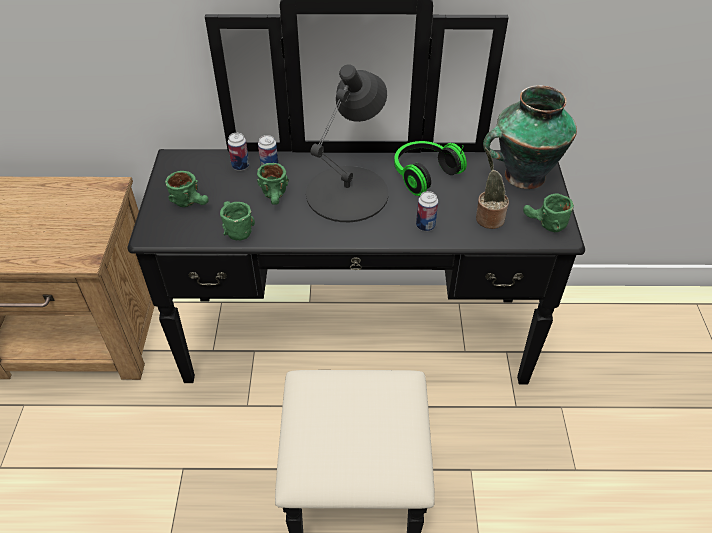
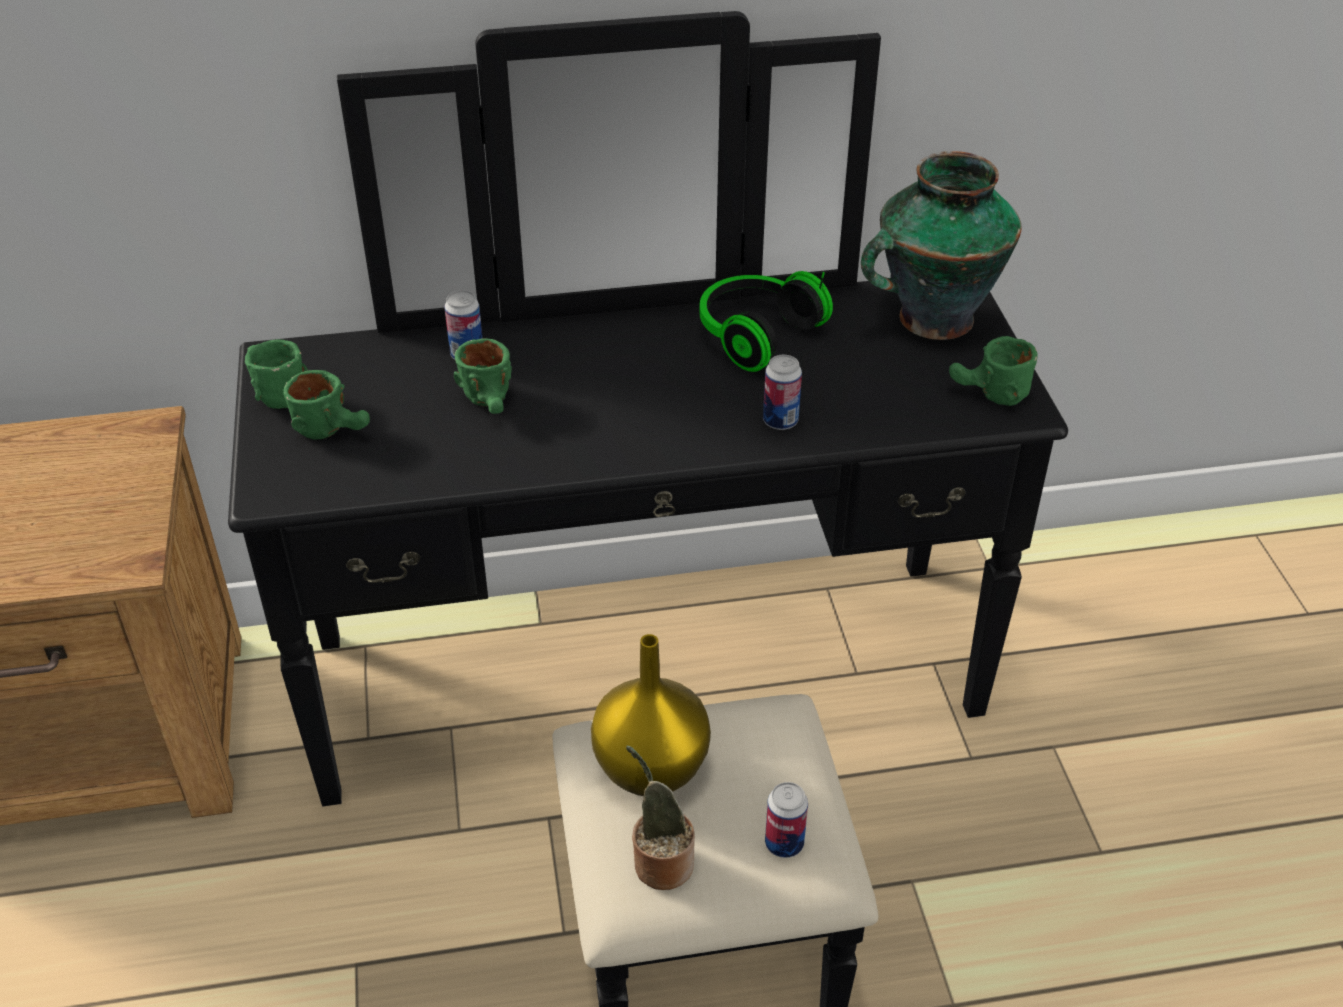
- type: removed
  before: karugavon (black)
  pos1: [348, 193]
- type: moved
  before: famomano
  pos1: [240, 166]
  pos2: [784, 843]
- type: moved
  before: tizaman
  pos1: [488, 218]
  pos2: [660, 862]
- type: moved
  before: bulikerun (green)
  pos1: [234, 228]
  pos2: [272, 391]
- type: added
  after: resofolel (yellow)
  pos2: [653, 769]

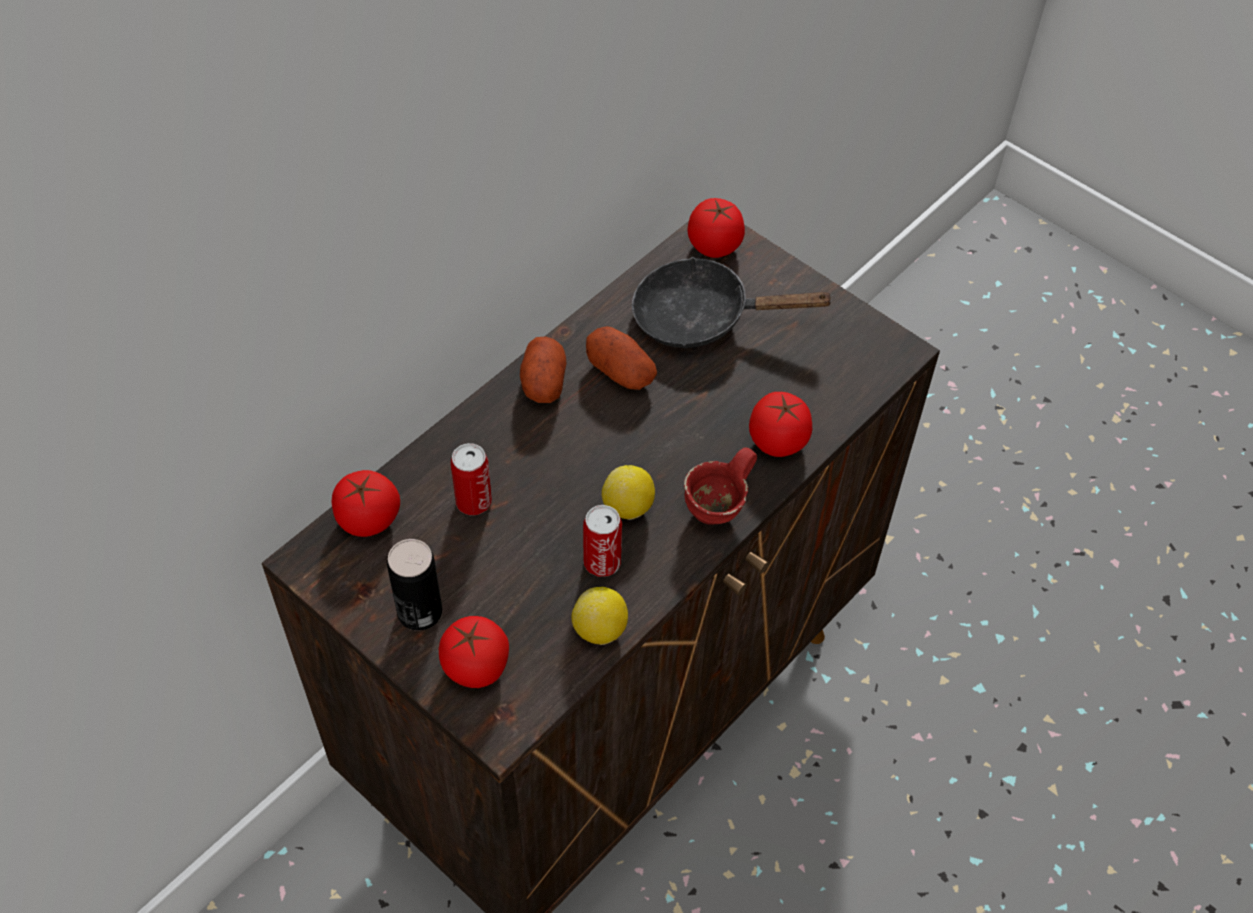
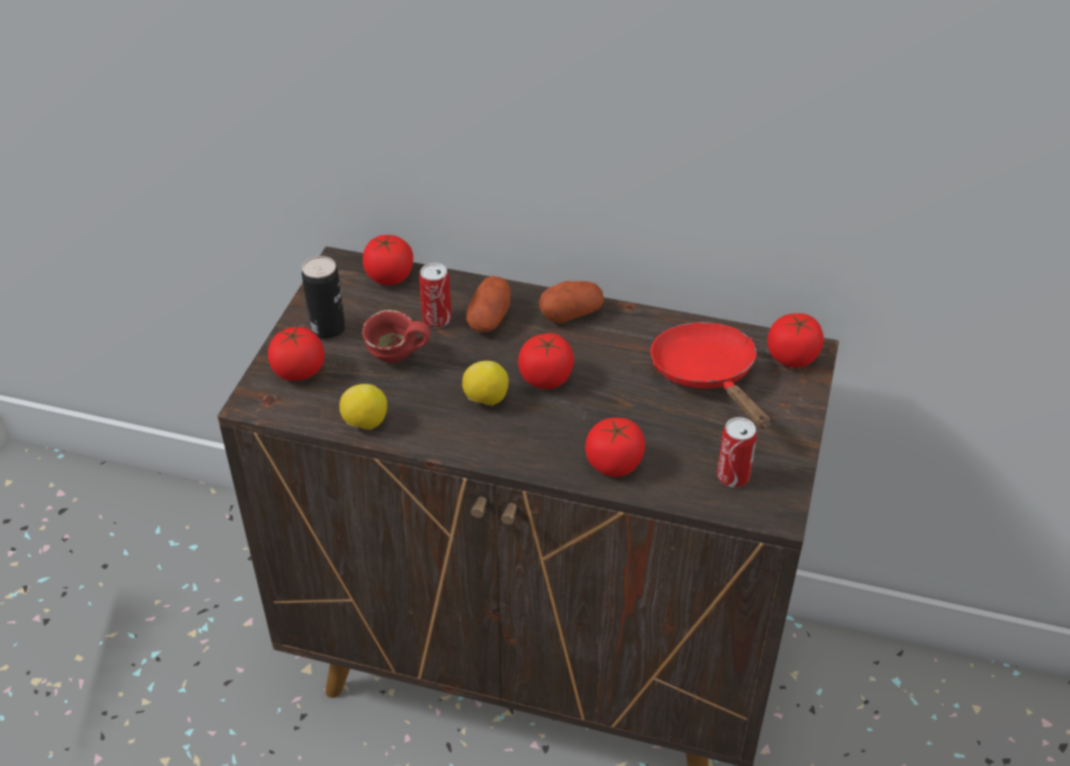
- type: recoloured
  before: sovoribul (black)
  after: sovoribul (red)
  pos1: [702, 317]
  pos2: [707, 376]
- type: moved
  before: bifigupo
  pos1: [621, 371]
  pos2: [489, 318]
- type: moved
  before: bulikerun (red)
  pos1: [719, 511]
  pos2: [395, 360]
- type: moved
  before: famomano
  pos1: [602, 562]
  pos2: [733, 476]
- type: added
  after: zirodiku
  pos2: [546, 378]

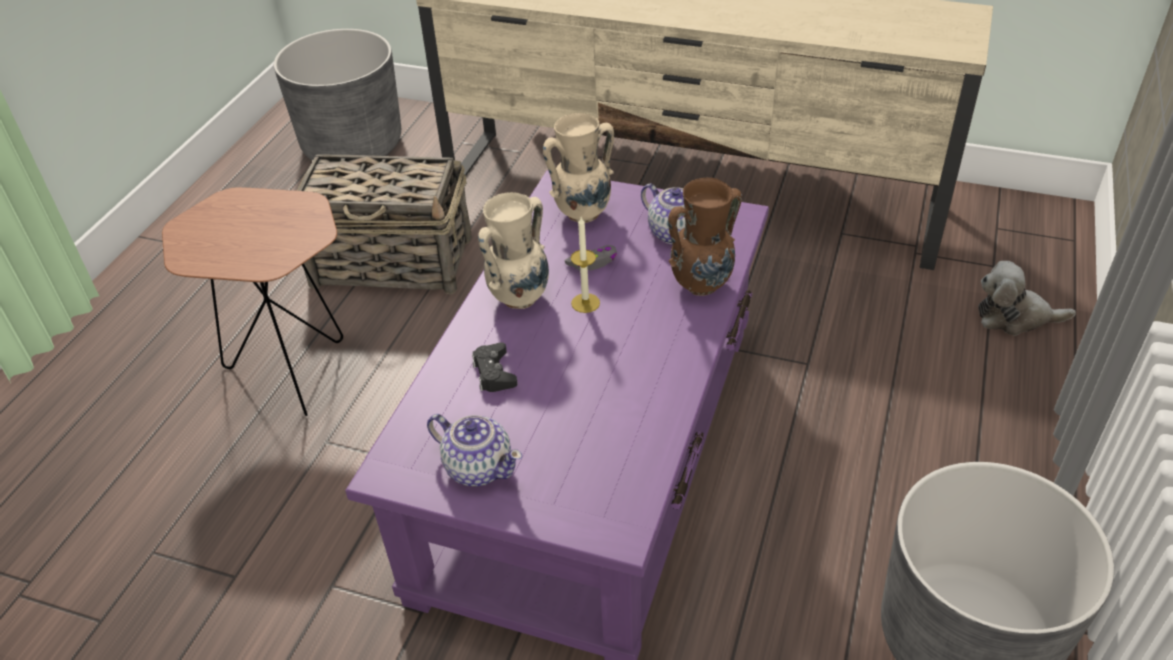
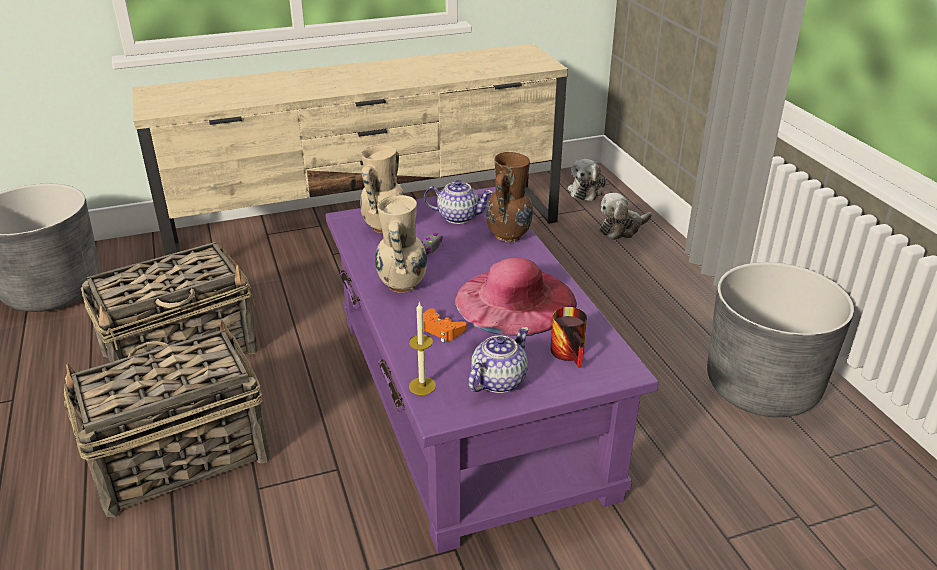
- type: replaced
  before: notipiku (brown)
  after: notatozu
  pos1: [296, 374]
  pos2: [178, 458]
- type: moved
  before: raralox
  pos1: [585, 303]
  pos2: [422, 386]
- type: recoloured
  before: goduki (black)
  after: goduki (orange)
  pos1: [494, 373]
  pos2: [440, 330]
- type: turned
  before: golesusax
  pos1: [478, 467]
  pos2: [497, 381]
  turn: -45
- type: added
  after: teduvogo
  pos2: [586, 191]
- type: added
  after: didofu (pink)
  pos2: [515, 300]
- type: added
  after: bulikerun
  pos2: [572, 353]

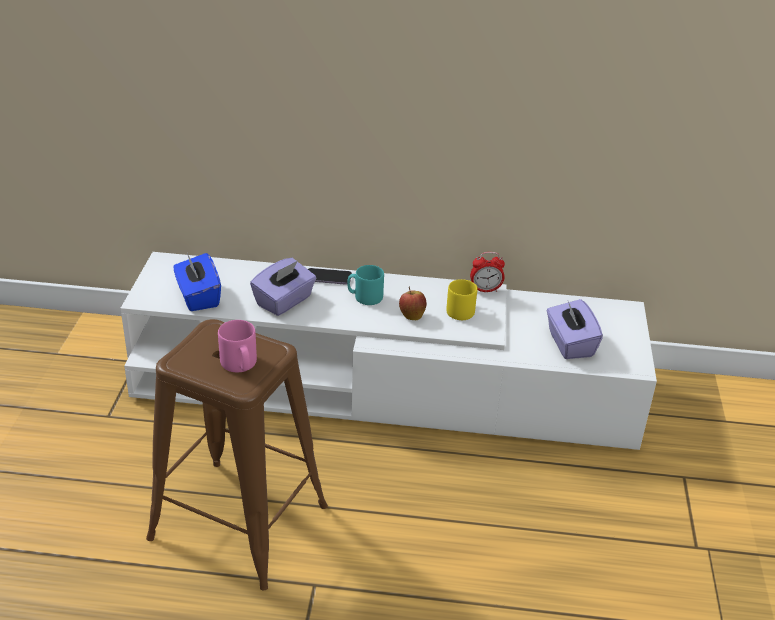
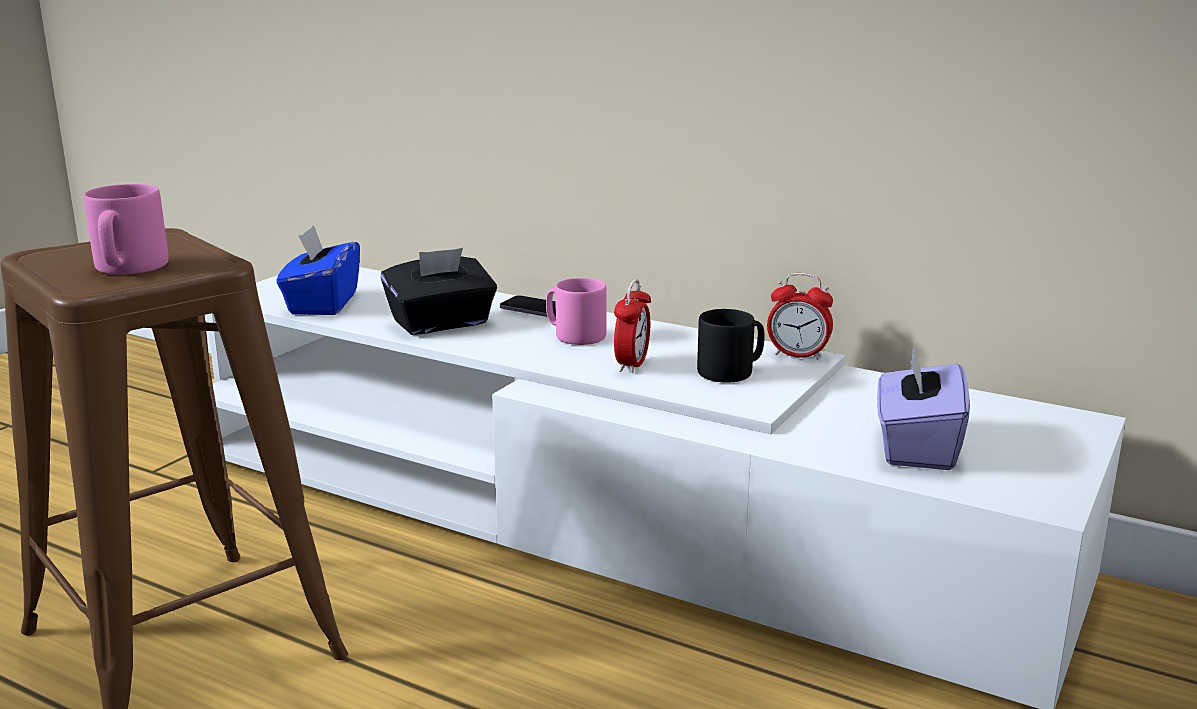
- type: recoloured
  before: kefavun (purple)
  after: kefavun (black)
  pos1: [284, 301]
  pos2: [441, 323]
- type: recoloured
  before: bulikerun (turquoise)
  after: bulikerun (pink)
  pos1: [365, 297]
  pos2: [575, 336]
- type: recoloured
  before: bulikerun (yellow)
  after: bulikerun (black)
  pos1: [463, 311]
  pos2: [731, 372]
- type: replaced
  before: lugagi
  after: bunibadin
  pos1: [412, 316]
  pos2: [632, 365]

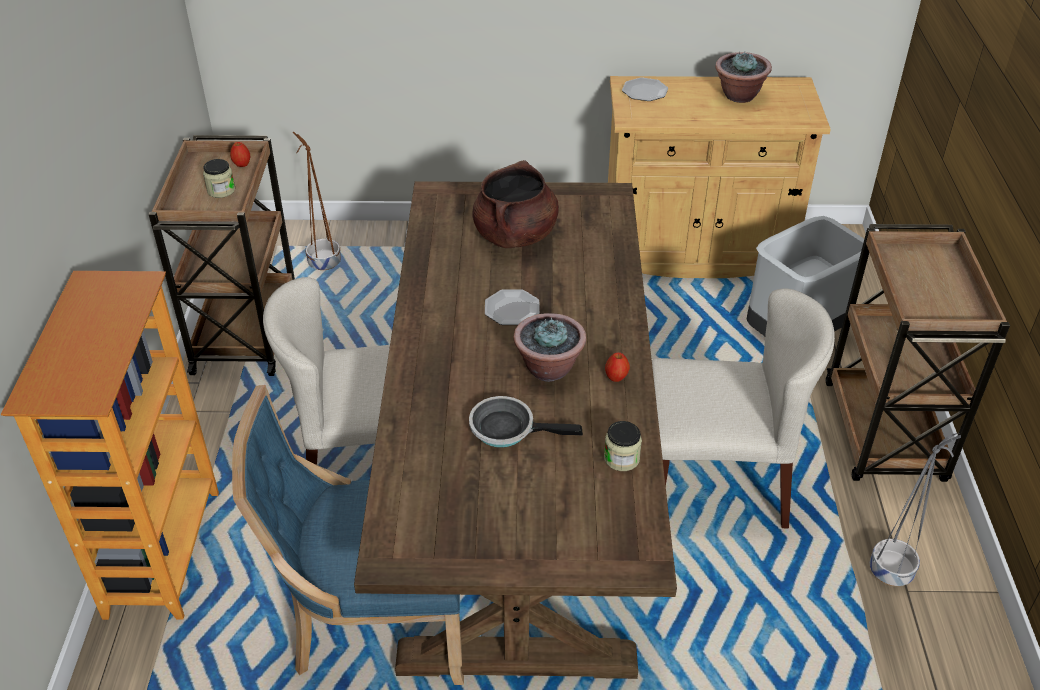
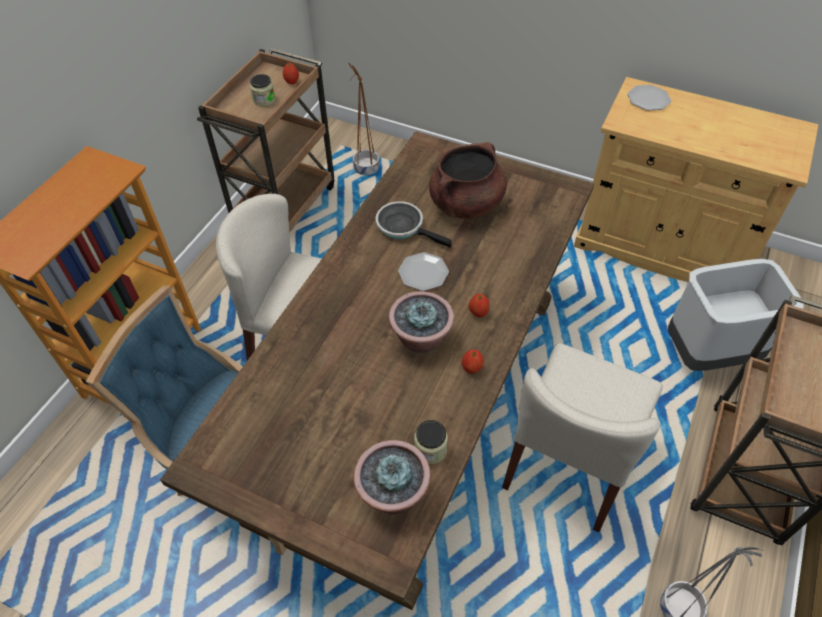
- type: moved
  before: tizaman
  pos1: [739, 95]
  pos2: [393, 494]
- type: turned
  before: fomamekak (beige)
  pos1: [717, 482]
  pos2: [569, 463]
  turn: 90
- type: moved
  before: sovoribul
  pos1: [508, 429]
  pos2: [403, 227]
- type: added
  after: lugagi
  pos2: [478, 312]

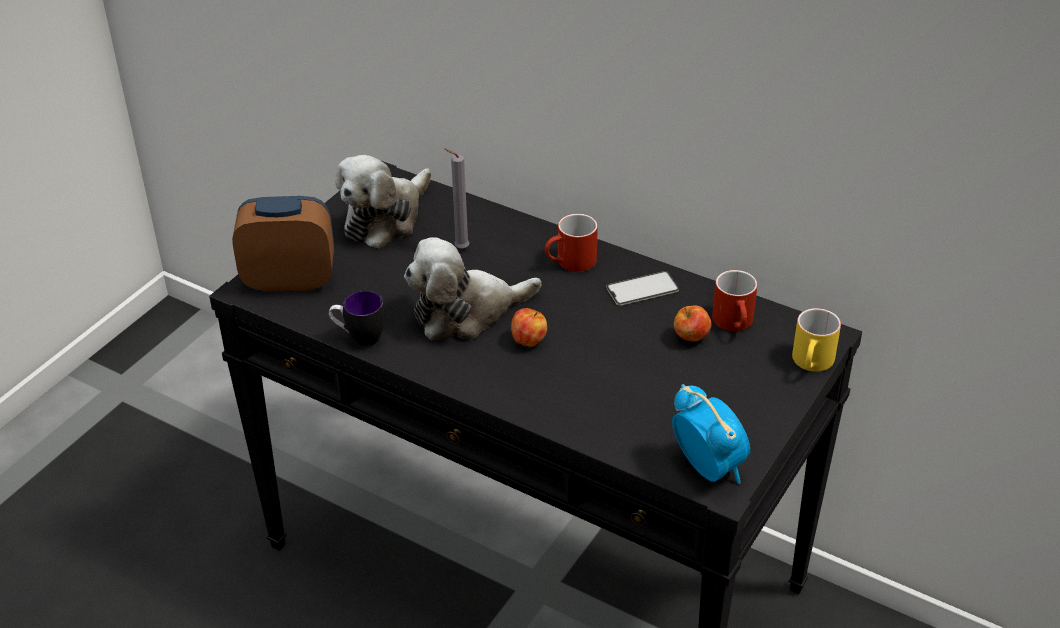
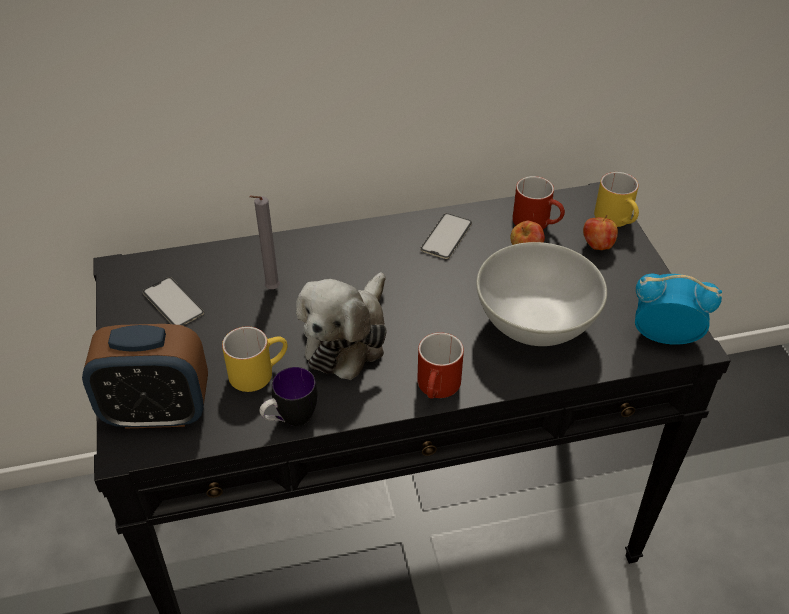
- type: replaced
  before: teduvogo
  after: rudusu
  pos1: [386, 218]
  pos2: [173, 303]
- type: turned
  before: bunibadin
  pos1: [290, 280]
  pos2: [157, 412]
  turn: -135
- type: moved
  before: bulikerun (red)
  pos1: [570, 263]
  pos2: [438, 389]
- type: moved
  before: lugagi
  pos1: [529, 341]
  pos2: [597, 245]
- type: added
  after: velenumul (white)
  pos2: [535, 325]
- type: added
  after: bulikerun (yellow)
  pos2: [258, 371]

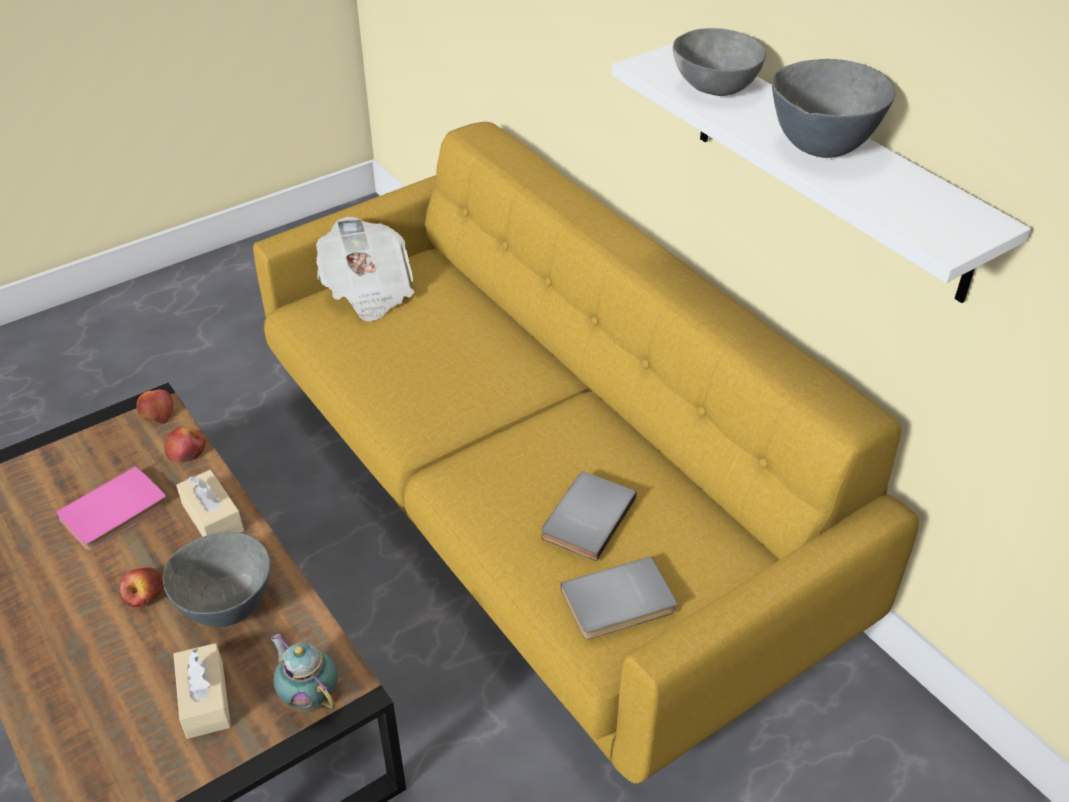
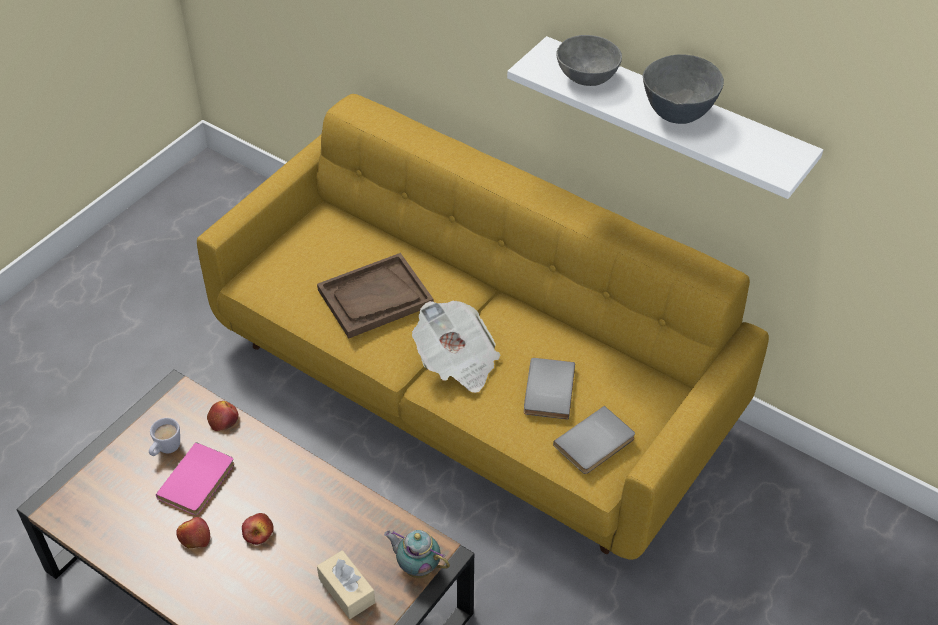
- type: moved
  before: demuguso
  pos1: [368, 291]
  pos2: [457, 361]
- type: moved
  before: lugagi
  pos1: [156, 412]
  pos2: [194, 537]
- type: removed
  before: kefavun (beige)
  pos1: [212, 517]
- type: removed
  before: velenumul (grey)
  pos1: [227, 609]
- type: added
  after: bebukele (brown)
  pos2: [375, 298]
- type: added
  after: bulikerun (white)
  pos2: [165, 449]

